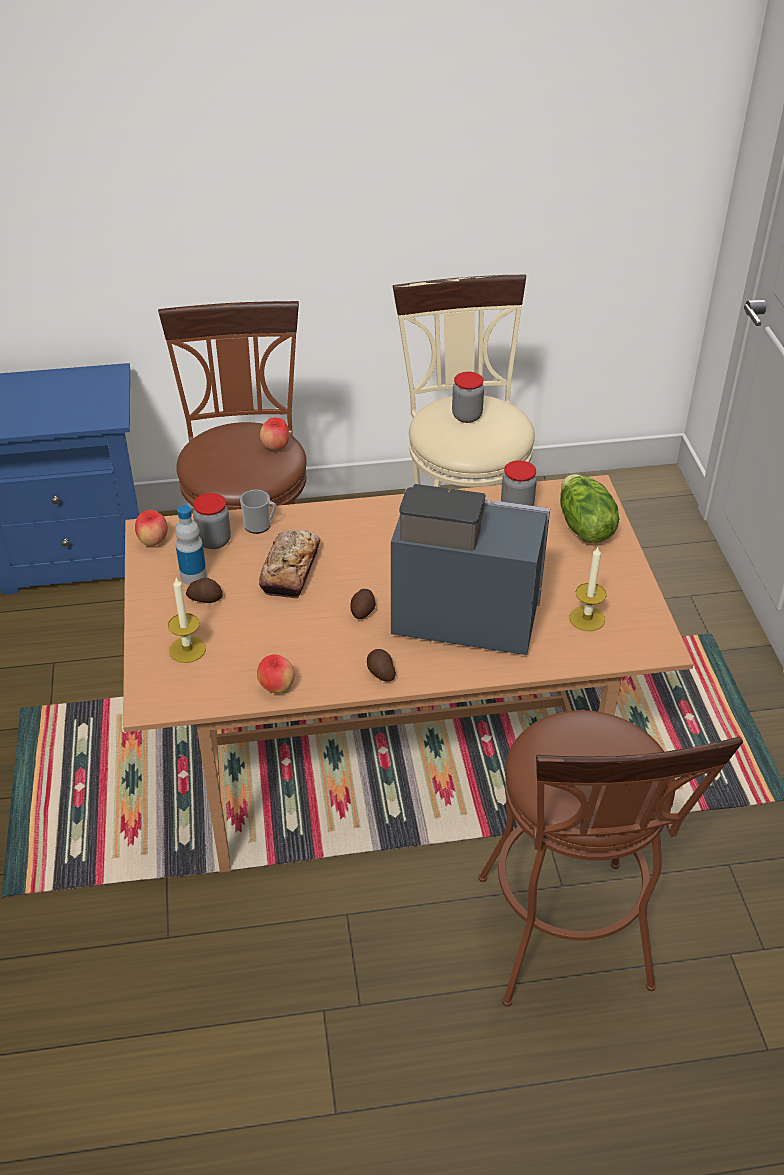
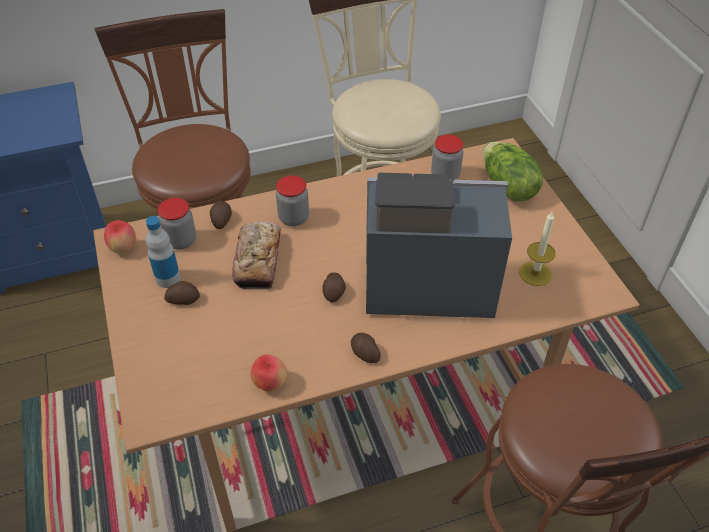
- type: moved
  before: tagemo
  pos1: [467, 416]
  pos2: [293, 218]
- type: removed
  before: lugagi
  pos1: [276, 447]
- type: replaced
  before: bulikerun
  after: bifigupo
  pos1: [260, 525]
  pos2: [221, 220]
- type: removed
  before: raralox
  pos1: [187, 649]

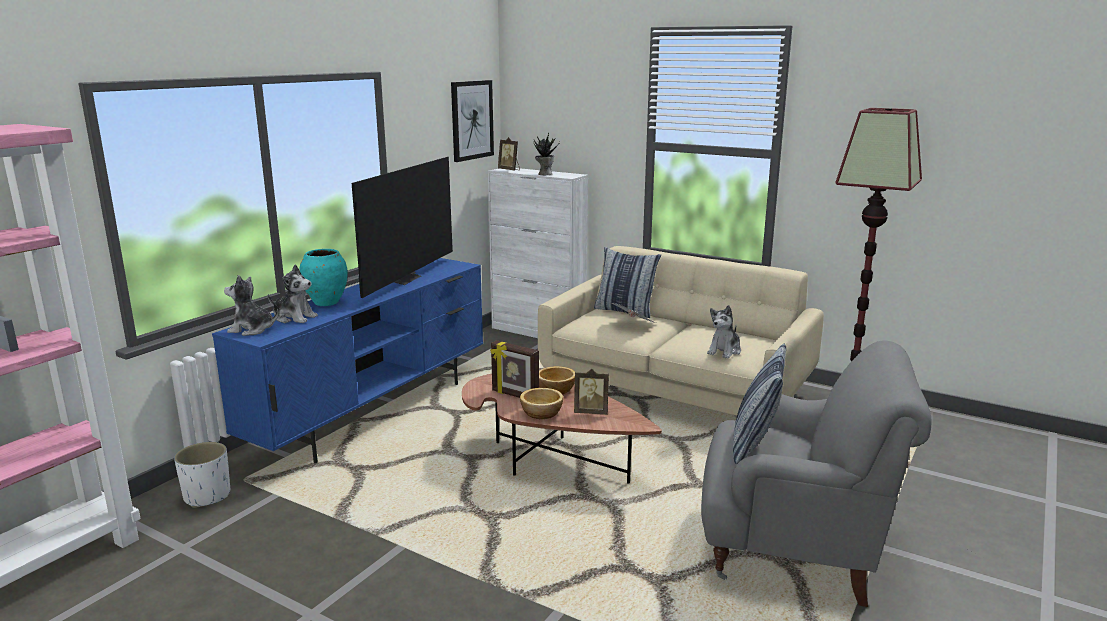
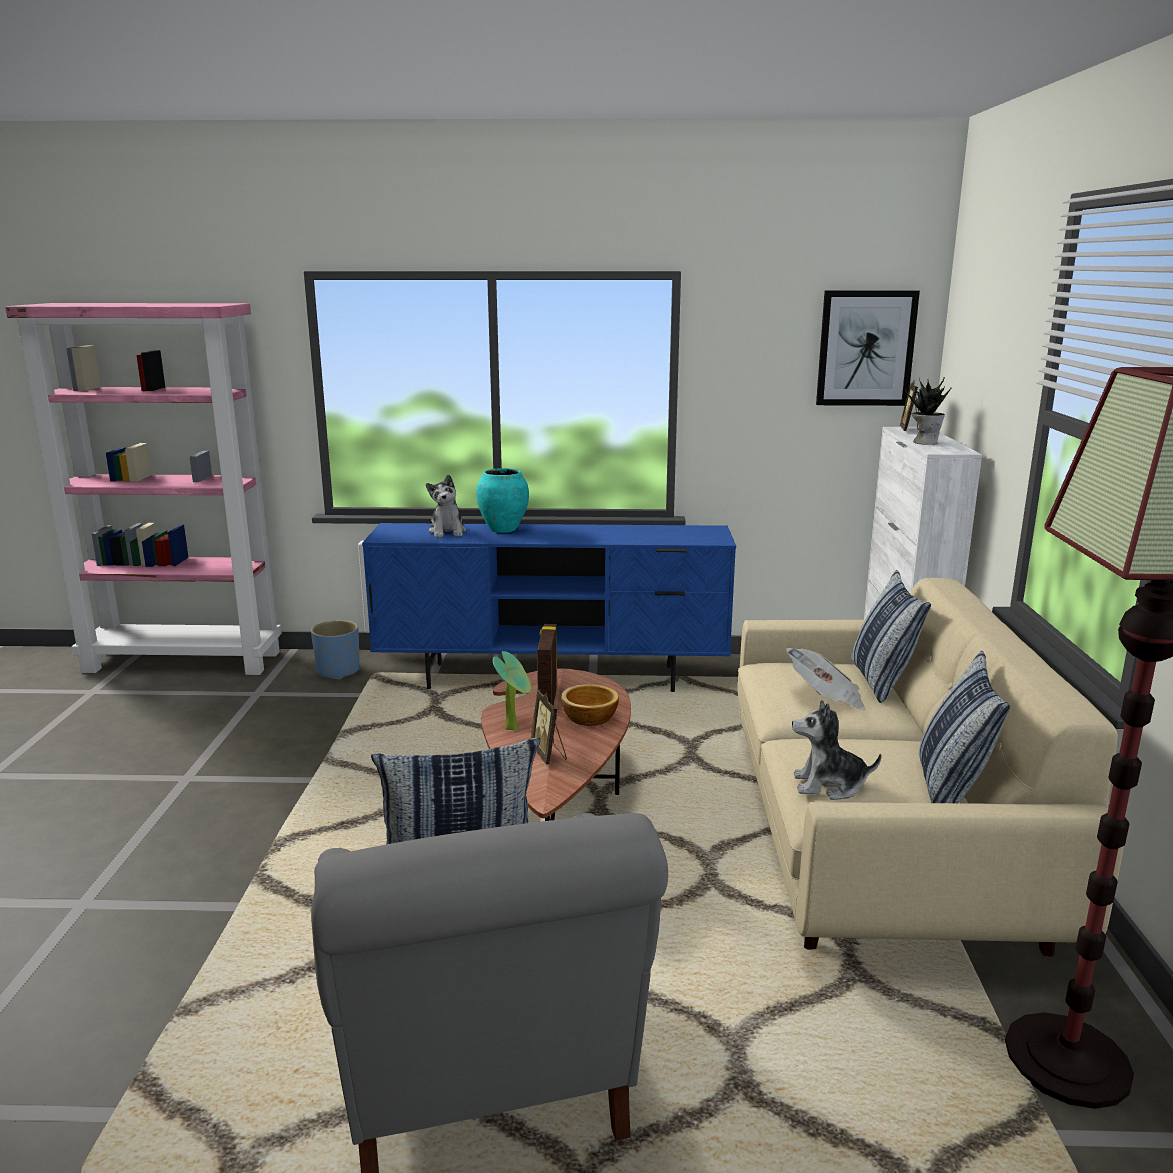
- type: removed
  before: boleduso
  pos1: [403, 279]
- type: removed
  before: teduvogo
  pos1: [252, 330]
- type: replaced
  before: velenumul
  after: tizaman
  pos1: [542, 413]
  pos2: [514, 728]
- type: recoloured
  before: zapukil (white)
  after: zapukil (blue)
  pos1: [208, 496]
  pos2: [338, 671]
- type: added
  after: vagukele
  pos2: [950, 790]

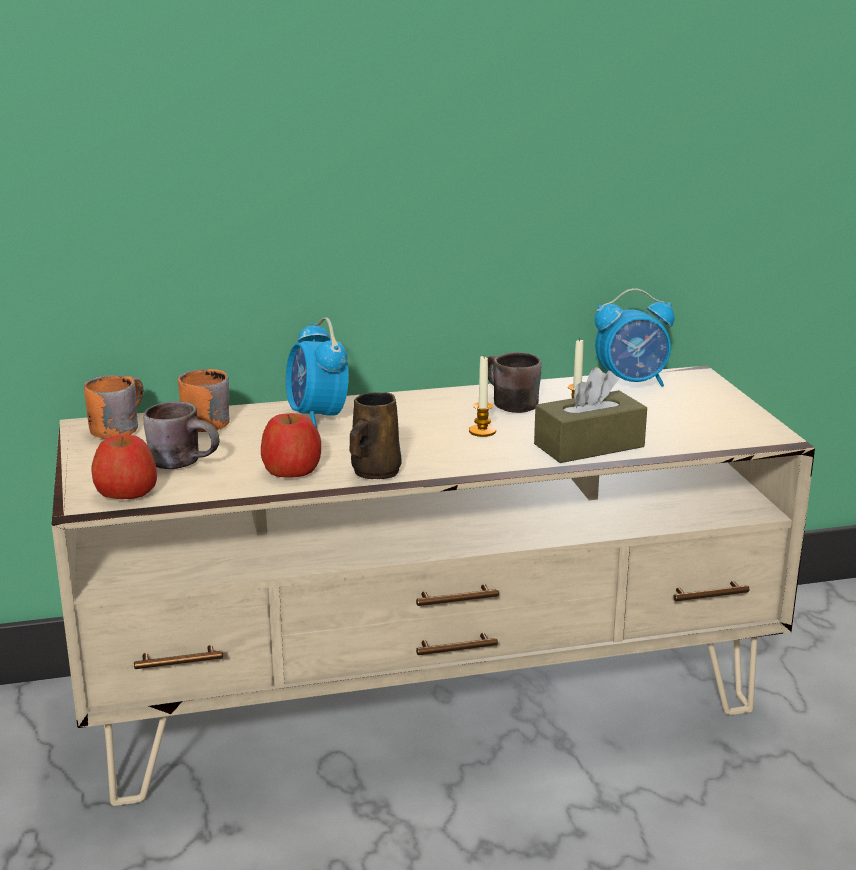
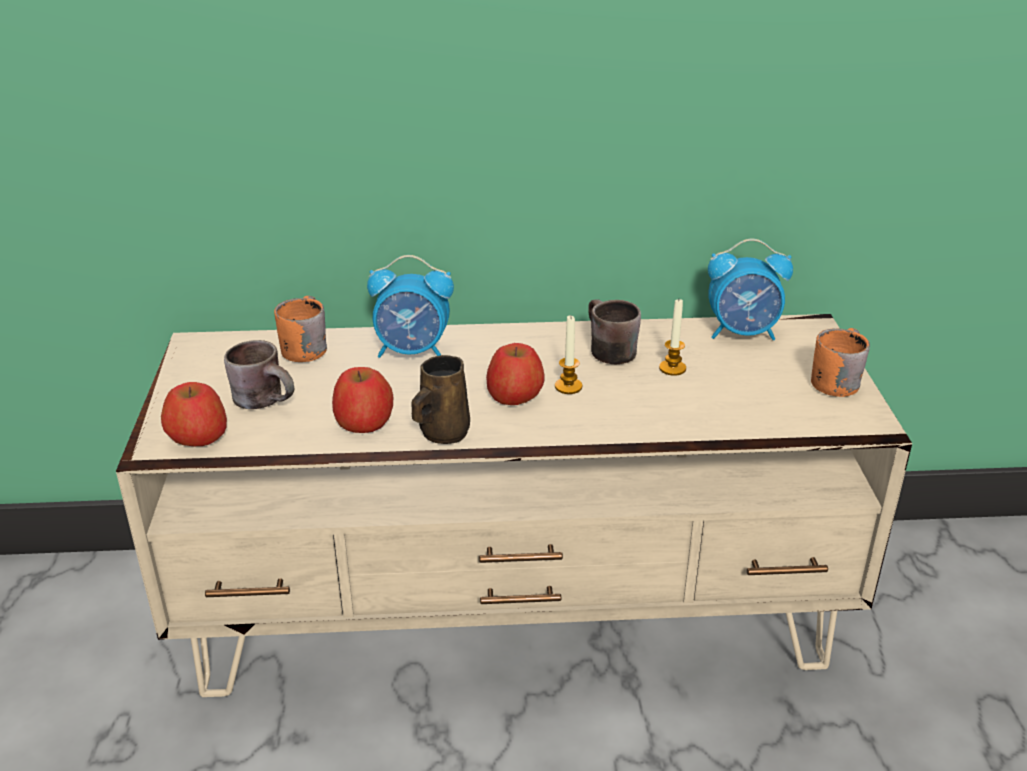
- type: turned
  before: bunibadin
  pos1: [317, 417]
  pos2: [413, 351]
  turn: -75
- type: removed
  before: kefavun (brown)
  pos1: [589, 445]
- type: moved
  before: bulikerun (orange)
  pos1: [116, 427]
  pos2: [833, 379]
- type: added
  after: lugagi
  pos2: [514, 396]

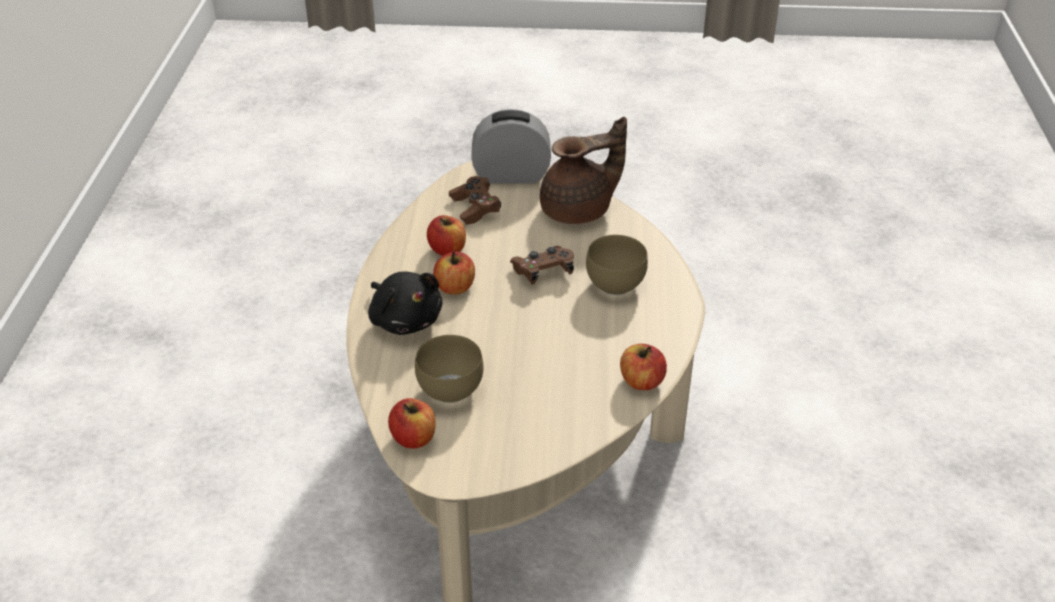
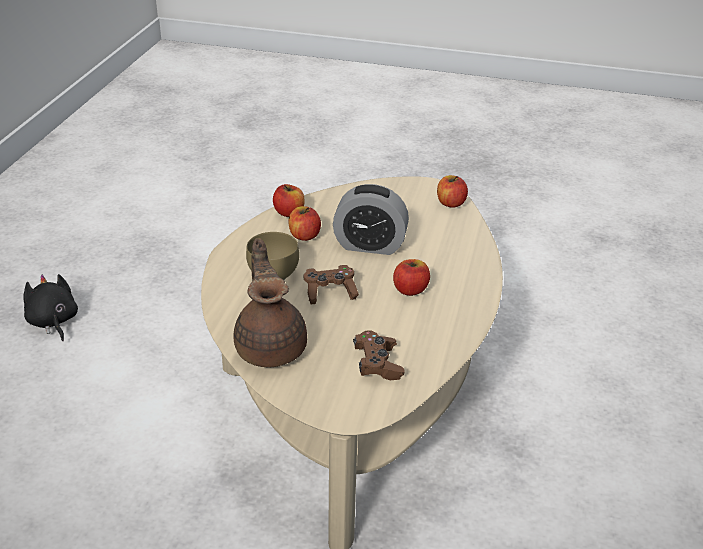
- type: moved
  before: bunibadin
  pos1: [511, 175]
  pos2: [370, 245]
- type: turned
  before: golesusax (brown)
  pos1: [579, 210]
  pos2: [271, 347]
  turn: 90
- type: moved
  before: lugagi
  pos1: [447, 250]
  pos2: [304, 236]
- type: moved
  before: teduvogo (black)
  pos1: [405, 320]
  pos2: [53, 322]
- type: removed
  before: velenumul (brown)
  pos1: [450, 388]

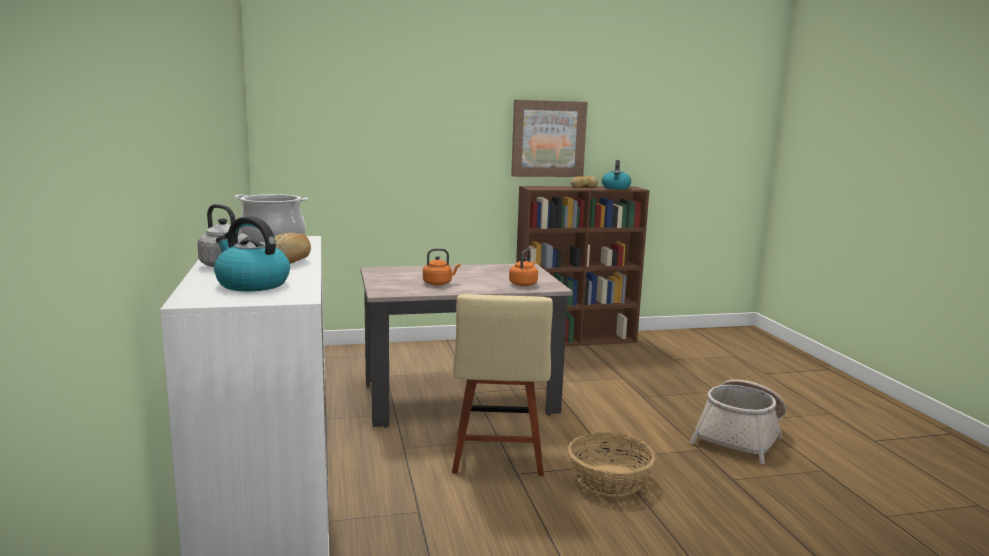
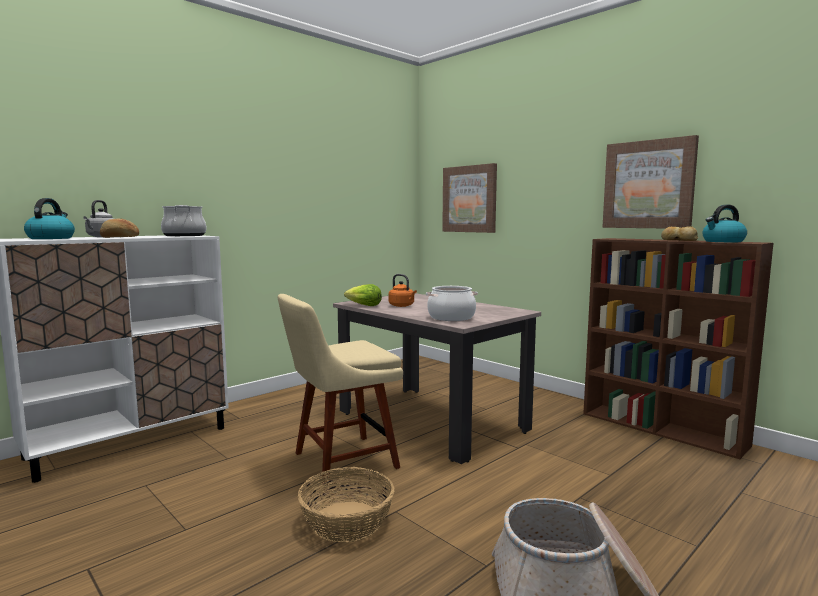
- type: replaced
  before: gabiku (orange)
  after: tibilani
  pos1: [523, 284]
  pos2: [451, 317]
- type: added
  after: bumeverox
  pos2: [469, 199]
- type: added
  after: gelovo
  pos2: [363, 306]

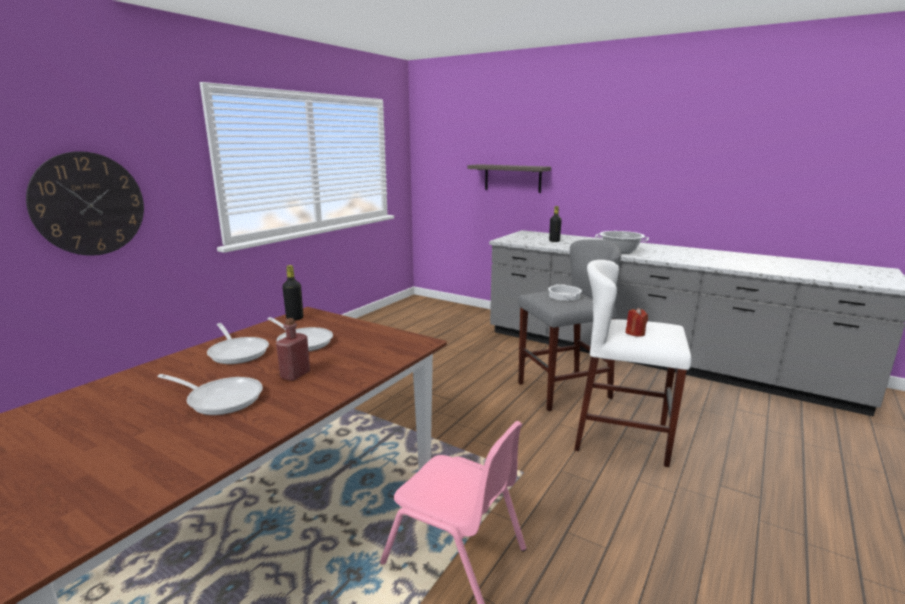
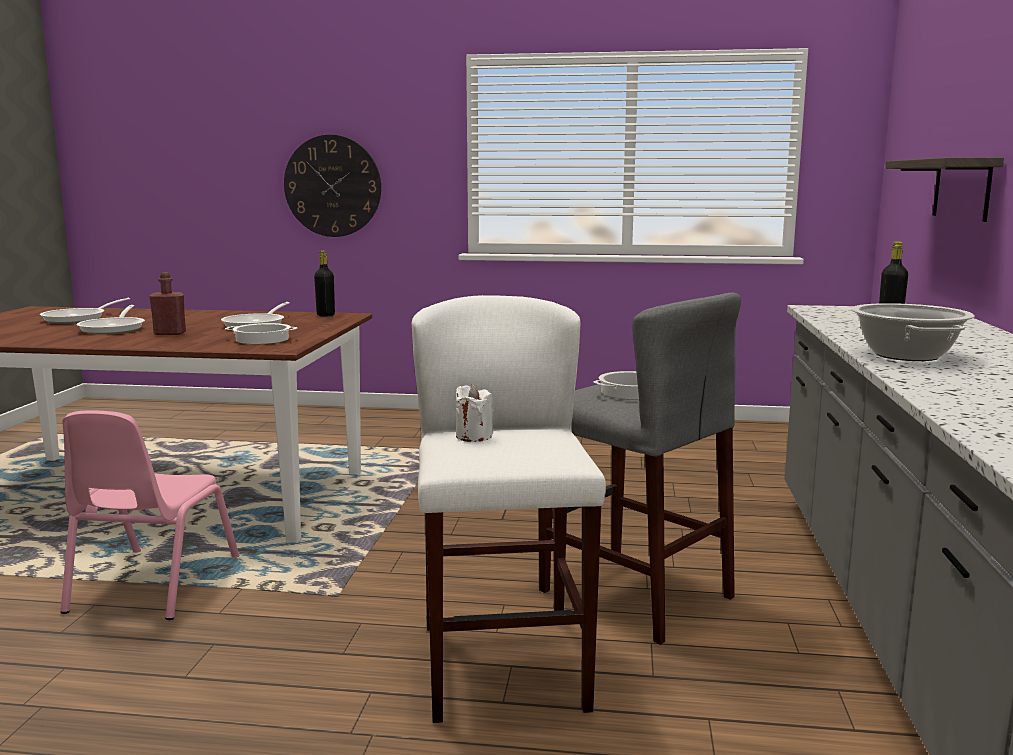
- type: recoloured
  before: raralox (red)
  after: raralox (white)
  pos1: [635, 333]
  pos2: [474, 436]
- type: moved
  before: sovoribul
  pos1: [238, 352]
  pos2: [79, 318]
- type: added
  after: tibilani
  pos2: [263, 339]

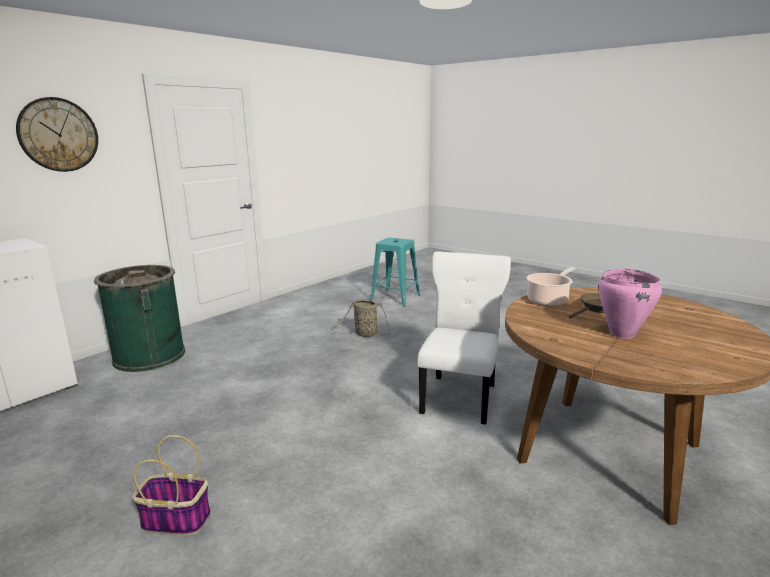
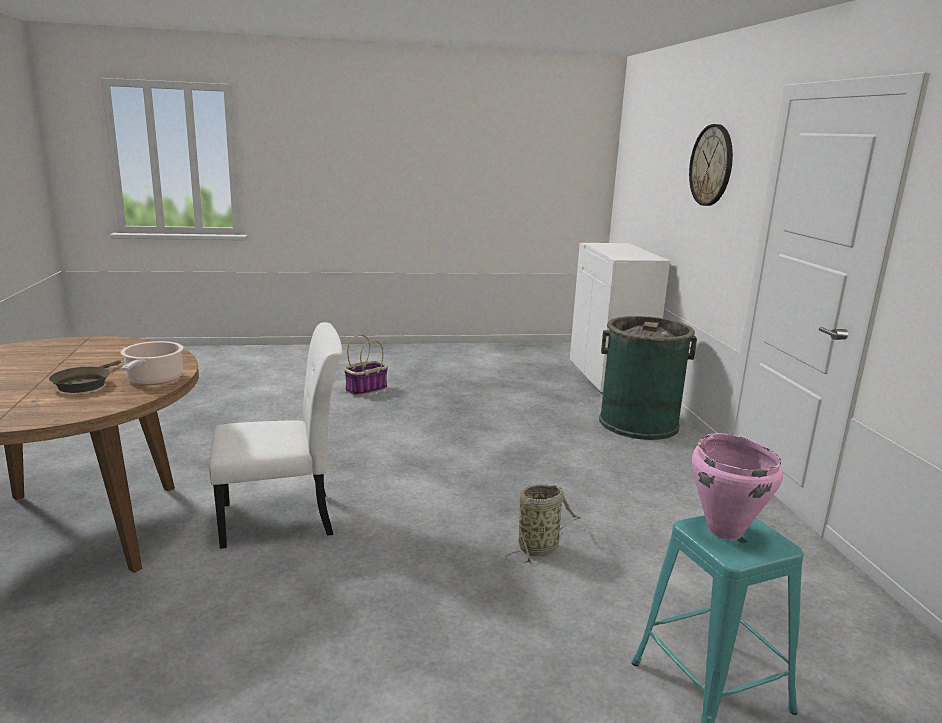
- type: turned
  before: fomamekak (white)
  pos1: [460, 397]
  pos2: [282, 519]
  turn: -75
- type: moved
  before: tibilani (pink)
  pos1: [621, 334]
  pos2: [725, 530]

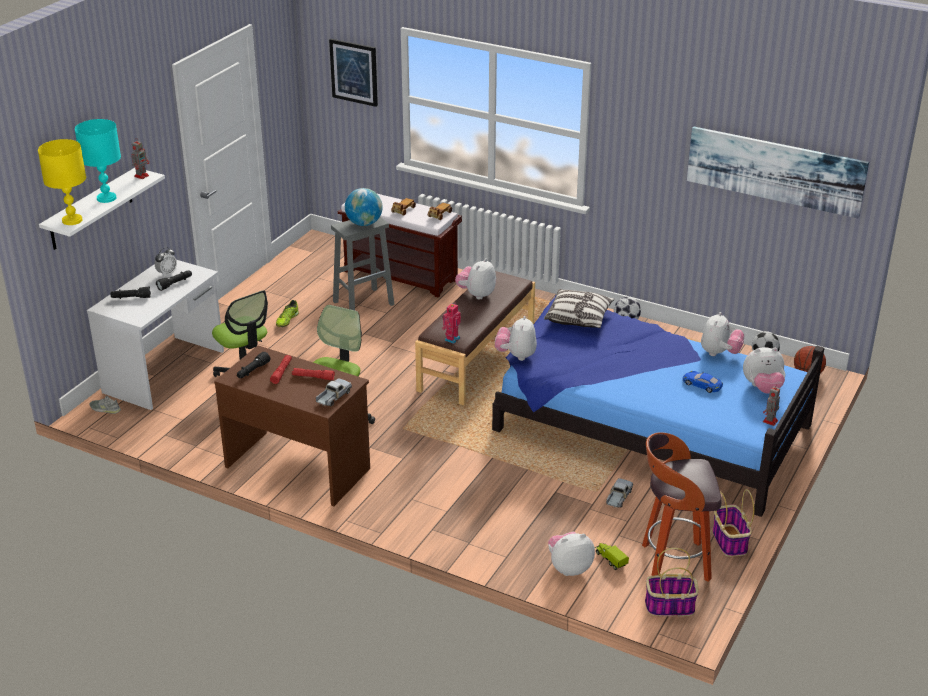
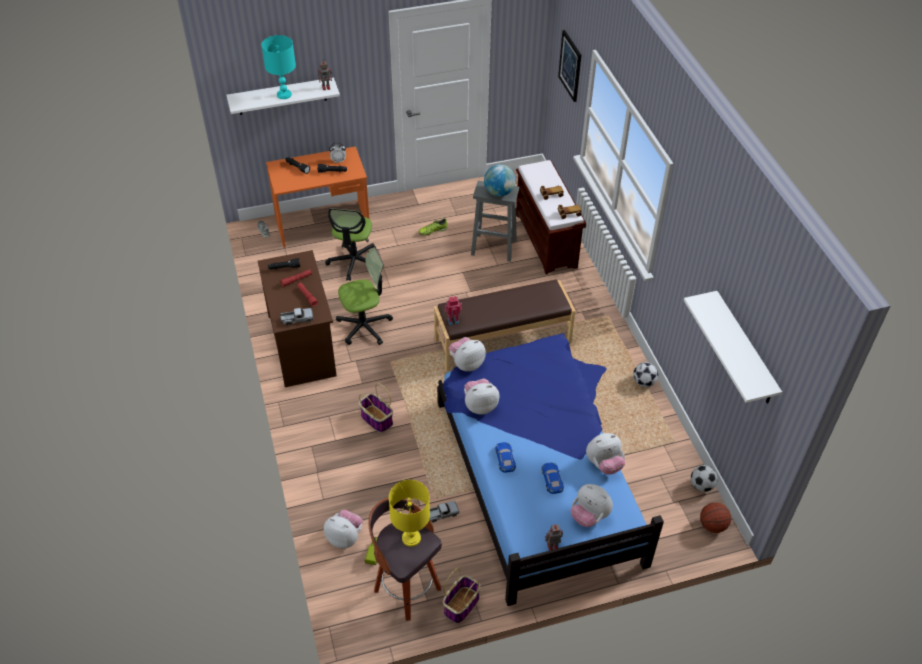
- type: replaced
  before: bumeverox
  after: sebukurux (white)
  pos1: [775, 170]
  pos2: [744, 349]
- type: moved
  before: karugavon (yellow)
  pos1: [71, 220]
  pos2: [411, 538]
- type: moved
  before: teduvogo
  pos1: [476, 294]
  pos2: [480, 405]
- type: recoloured
  before: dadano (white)
  after: dadano (orange)
  pos1: [165, 372]
  pos2: [323, 225]
- type: removed
  before: vagukele
  pos1: [578, 318]
- type: moved
  before: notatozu
  pos1: [669, 607]
  pos2: [376, 419]
- type: added
  after: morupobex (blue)
  pos2: [505, 459]

